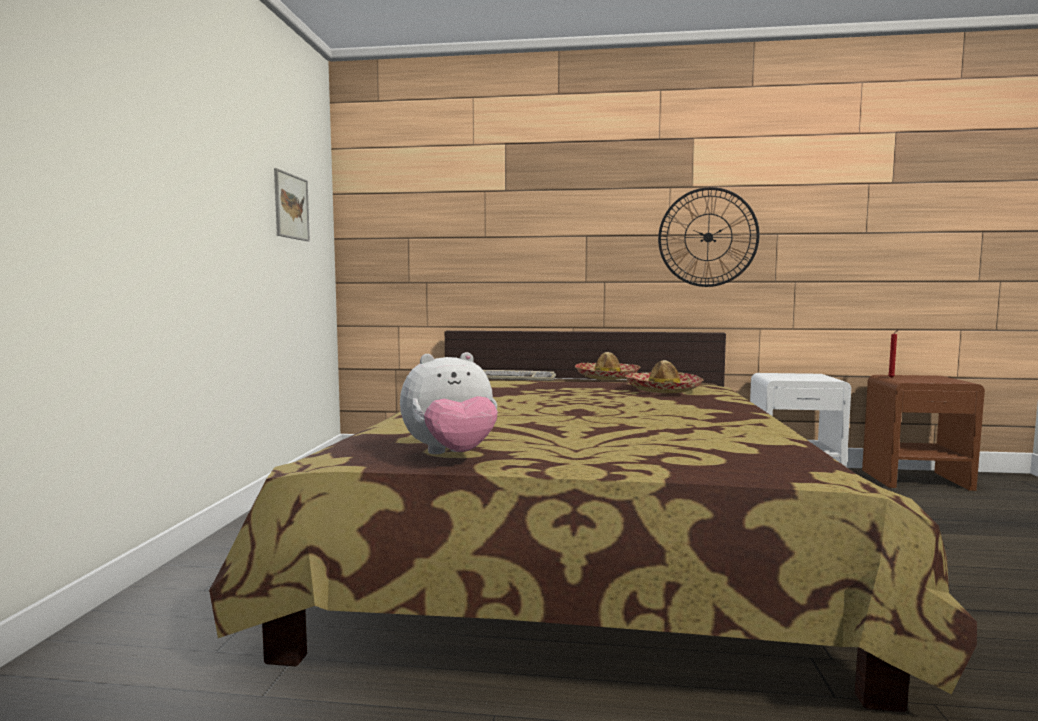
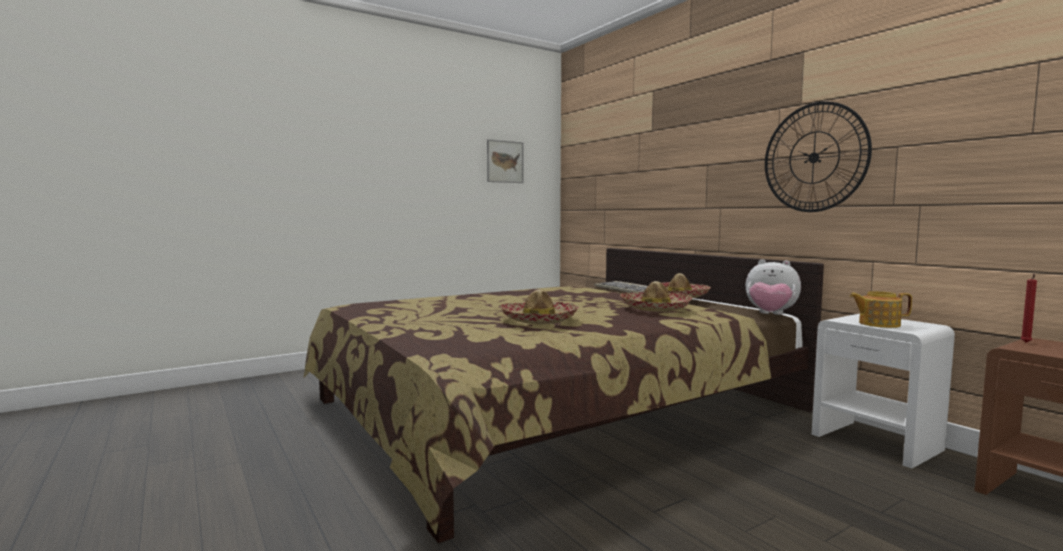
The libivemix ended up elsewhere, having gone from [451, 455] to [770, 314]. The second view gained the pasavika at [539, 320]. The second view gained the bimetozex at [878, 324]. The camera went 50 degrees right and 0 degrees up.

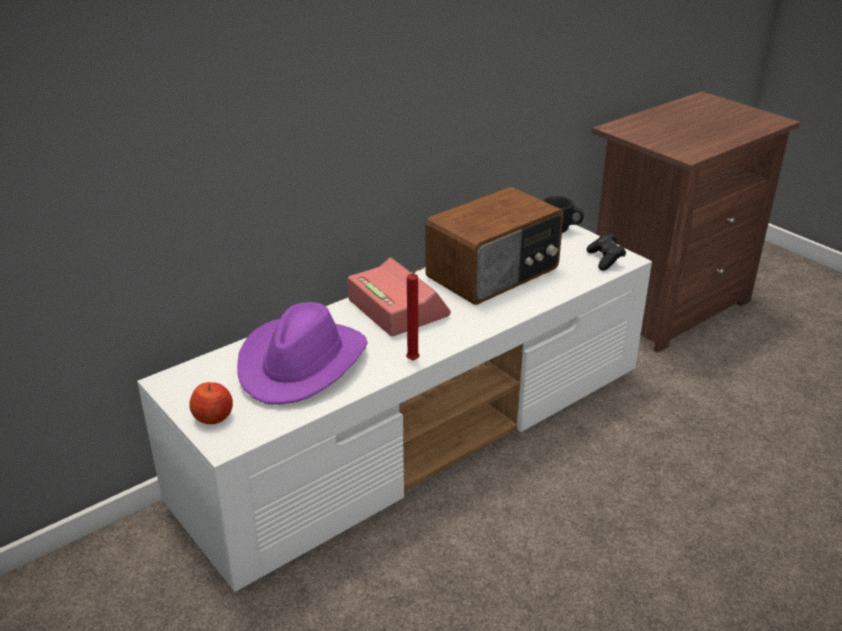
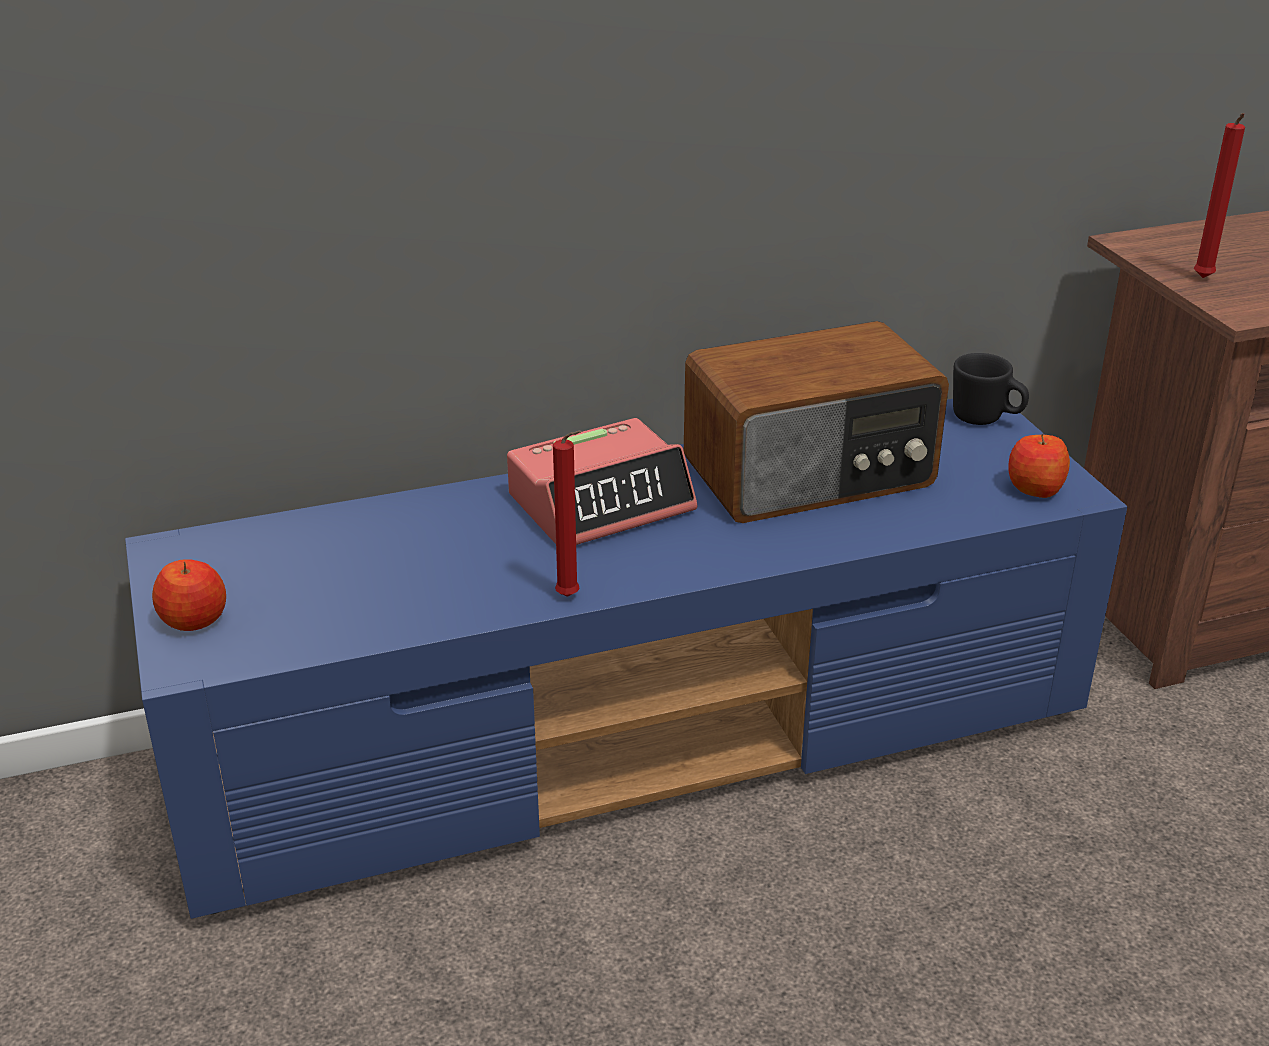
What was the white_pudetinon at [422, 433] turned into the blue_pudetinon at [639, 736]. Where the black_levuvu stood at [605, 260], the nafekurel came to stand at [1035, 488]. The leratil at [397, 308] ended up facing another way, 75 degrees clockwise from before. The second view lost the purple_pasavika at [302, 363]. The second view gained the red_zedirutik at [1203, 279]. The camera went 20 degrees right and 0 degrees up.

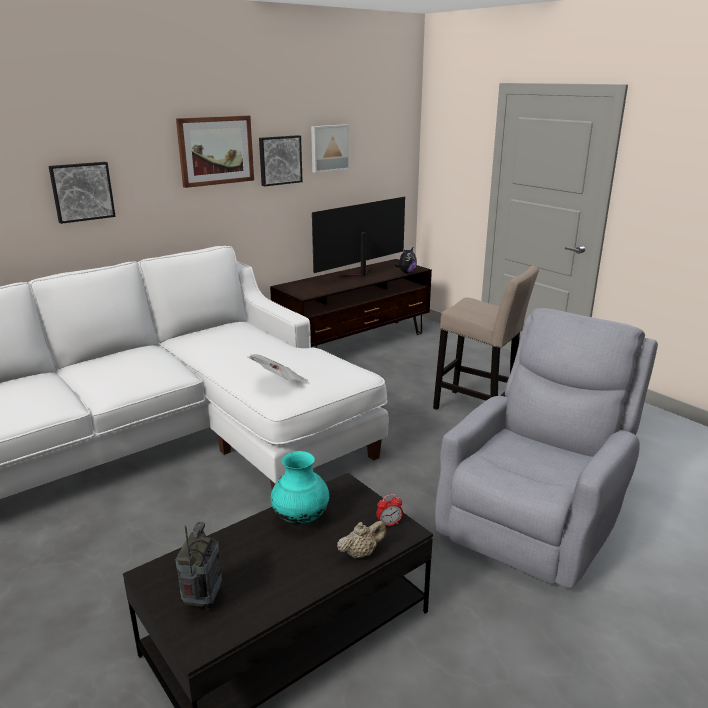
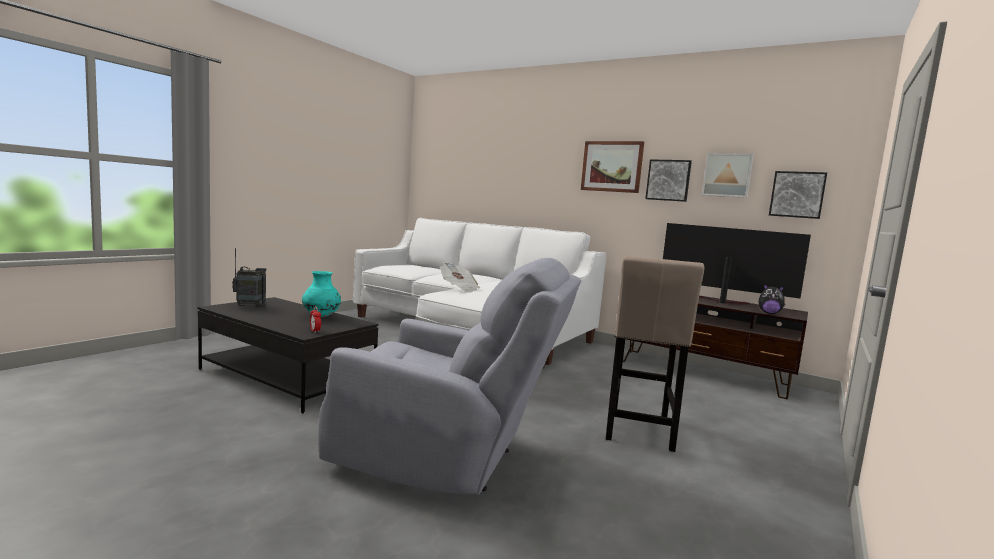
The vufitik ended up elsewhere, having gone from [82, 191] to [797, 194]. The second view lost the beige_bimetozex at [361, 553]. The camera went 70 degrees right and 15 degrees down.

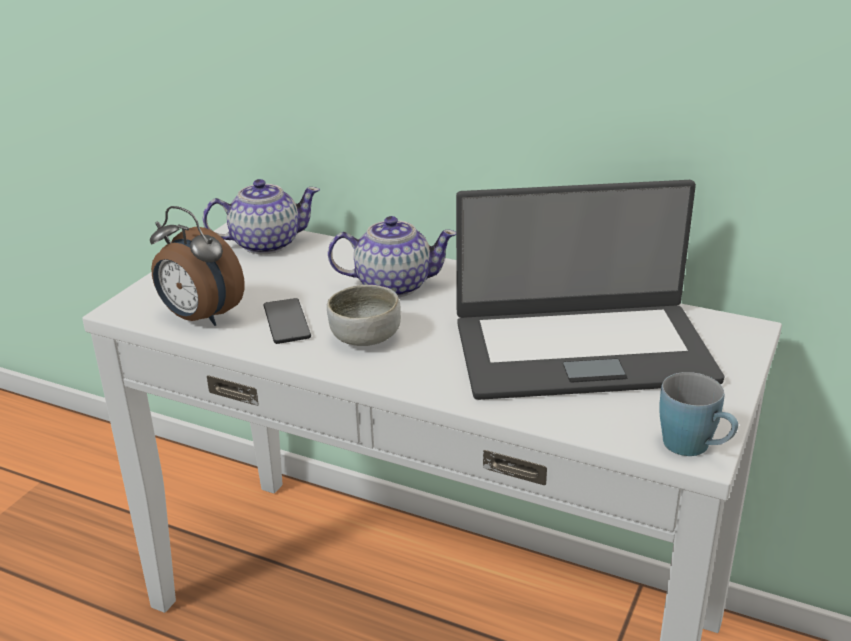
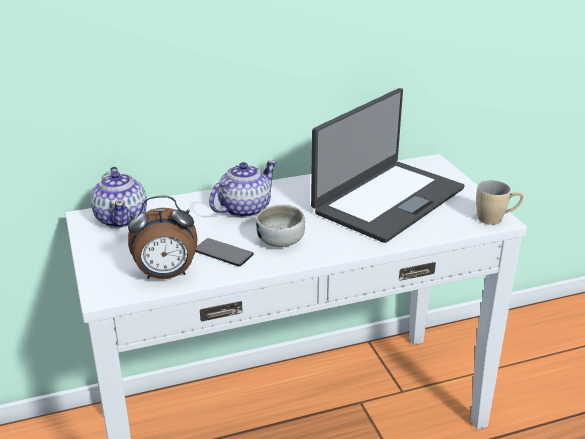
The bimetozex at [265, 244] ended up facing another way, 135 degrees clockwise from before. What was the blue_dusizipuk at [695, 448] turned into the beige_dusizipuk at [496, 219]. The camera went 45 degrees left and 0 degrees up.

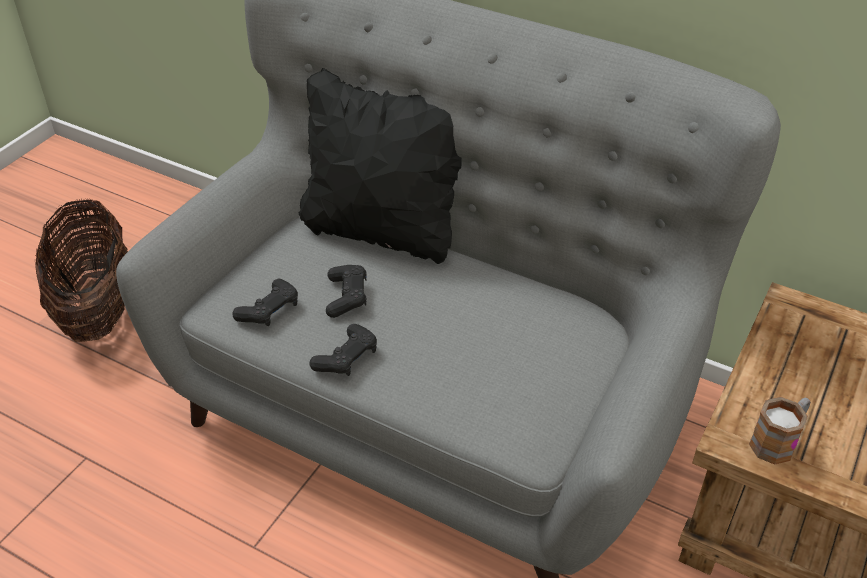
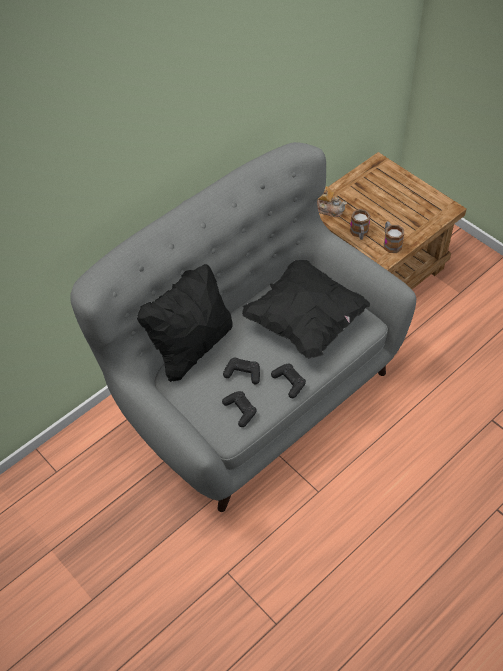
The second view lost the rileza at [97, 308]. The second view gained the bimetozex at [329, 209]. The second view gained the dusizipuk at [359, 233]. The second view gained the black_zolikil at [305, 322]. The camera went 70 degrees left and 10 degrees up.

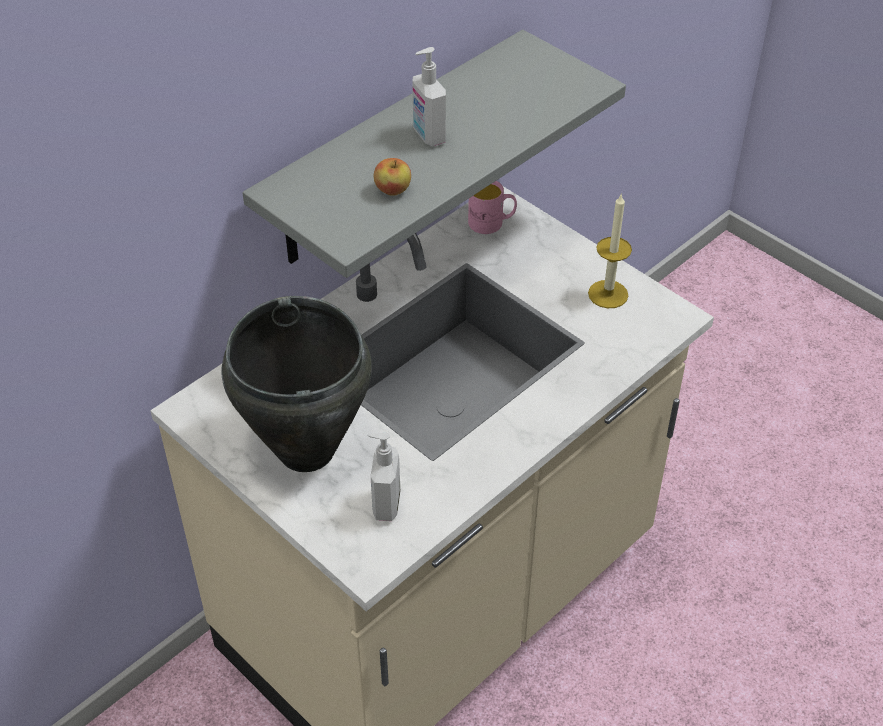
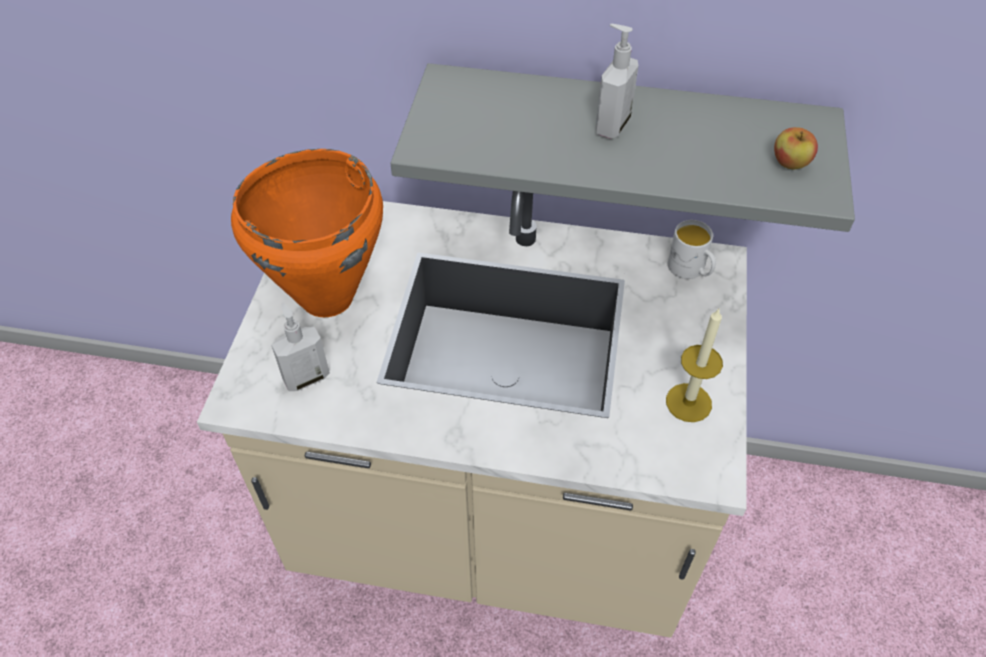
The nafekurel ended up elsewhere, having gone from [393, 190] to [790, 163]. What was the pink_dusizipuk at [492, 223] turned into the white_dusizipuk at [690, 270]. What was the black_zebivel at [305, 451] turned into the orange_zebivel at [325, 297]. The camera went 55 degrees right and 5 degrees up.

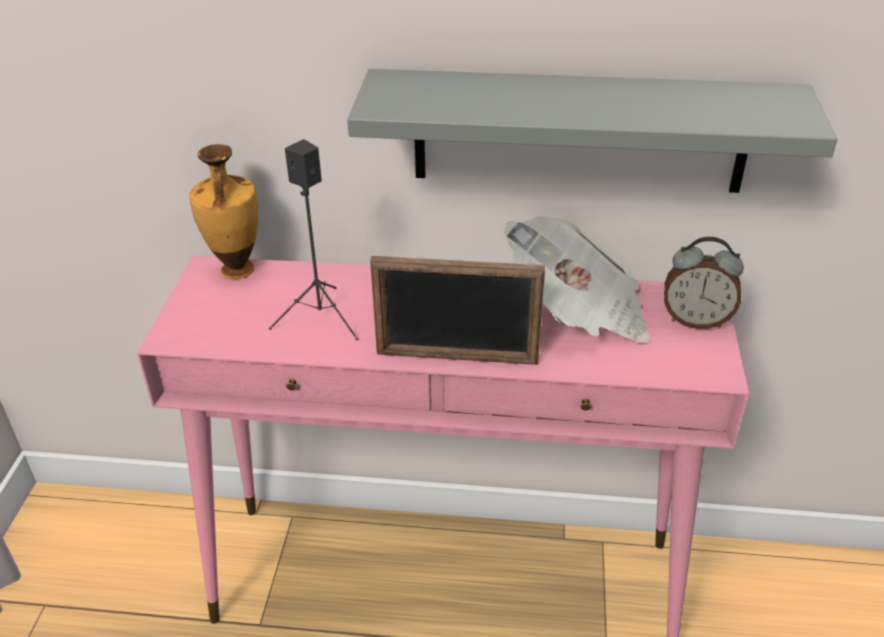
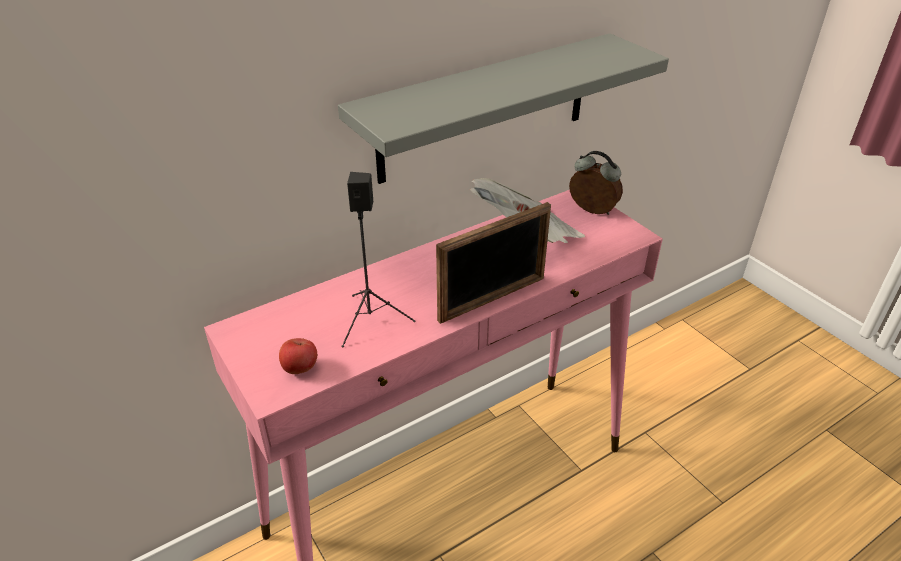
The second view lost the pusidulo at [236, 271]. The leratil at [695, 320] ended up facing another way, 120 degrees counterclockwise from before. The second view gained the nafekurel at [300, 368]. The camera went 40 degrees left and 0 degrees up.

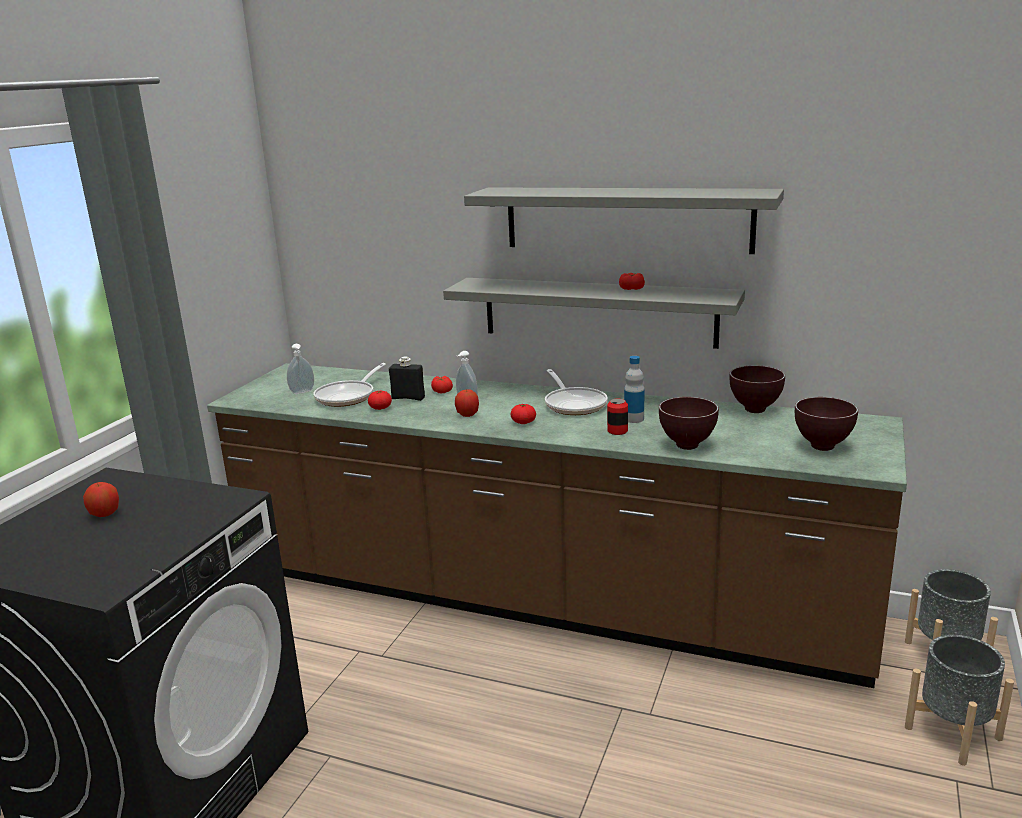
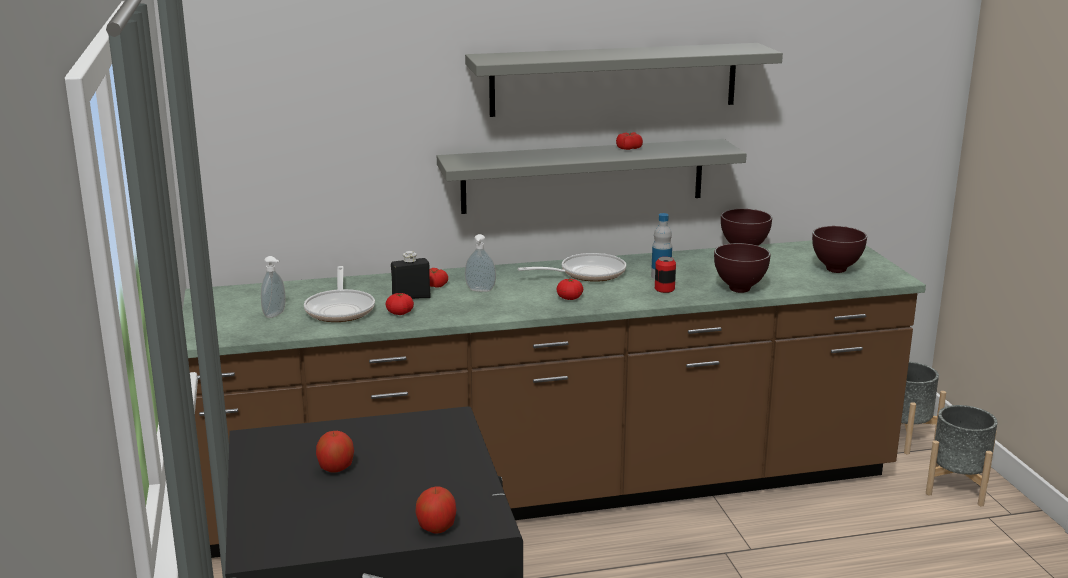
The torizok at [574, 404] ended up facing another way, 60 degrees counterclockwise from before. The nafekurel ended up elsewhere, having gone from [467, 414] to [437, 528]. The camera went 35 degrees left and 0 degrees up.

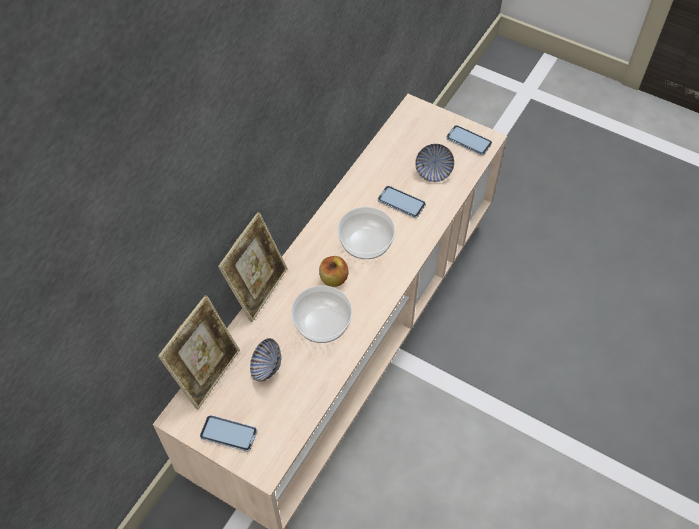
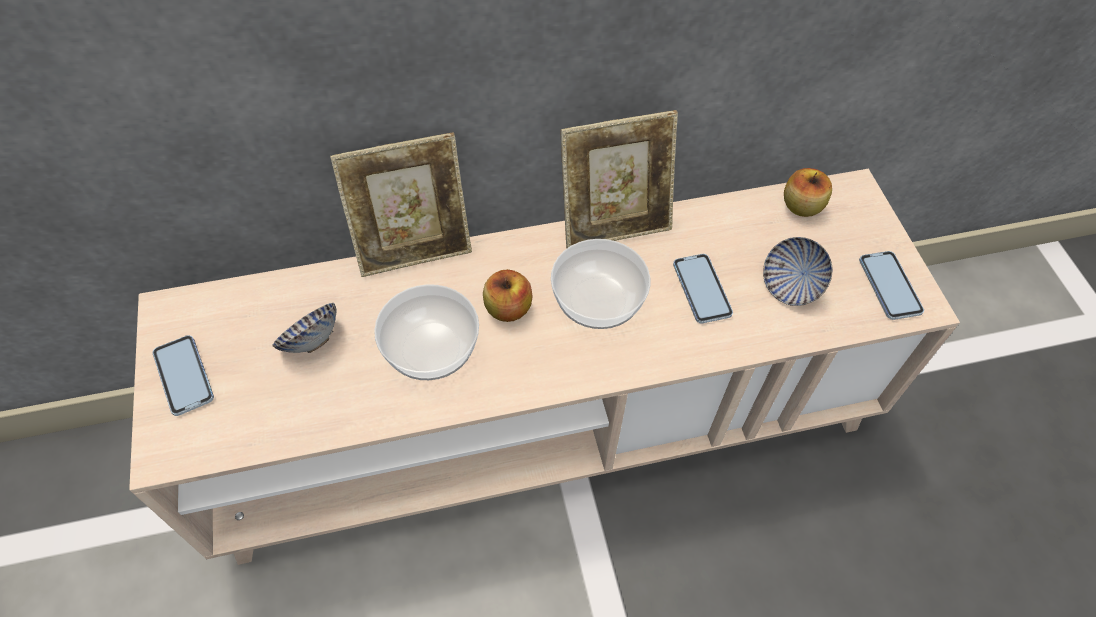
The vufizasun ended up elsewhere, having gone from [207, 372] to [614, 224]. The second view gained the nafekurel at [801, 206]. The camera went 45 degrees right and 0 degrees up.

